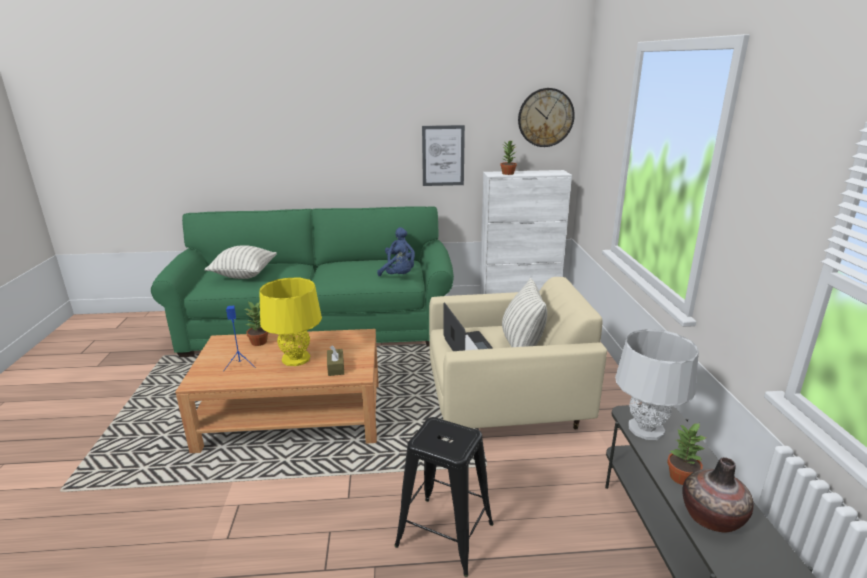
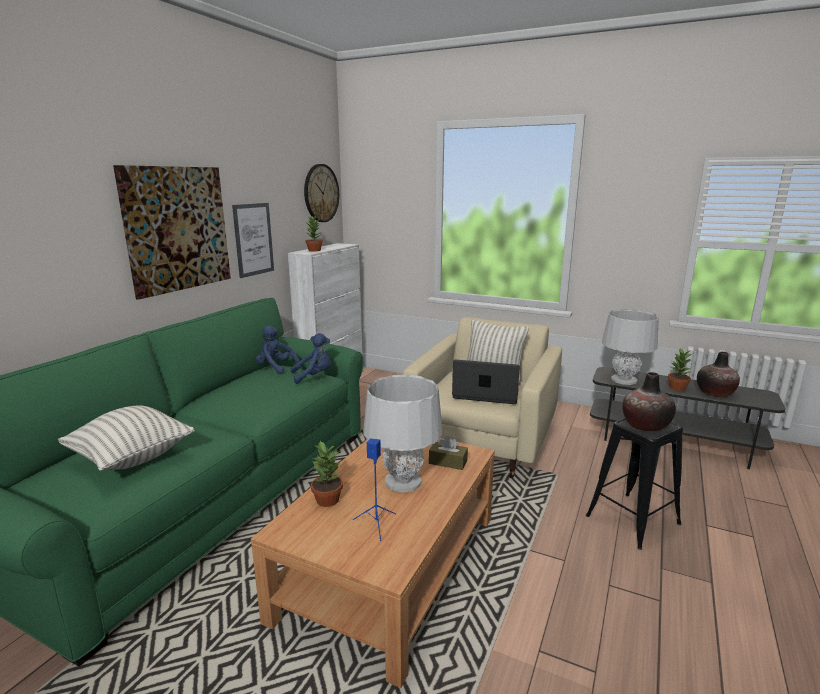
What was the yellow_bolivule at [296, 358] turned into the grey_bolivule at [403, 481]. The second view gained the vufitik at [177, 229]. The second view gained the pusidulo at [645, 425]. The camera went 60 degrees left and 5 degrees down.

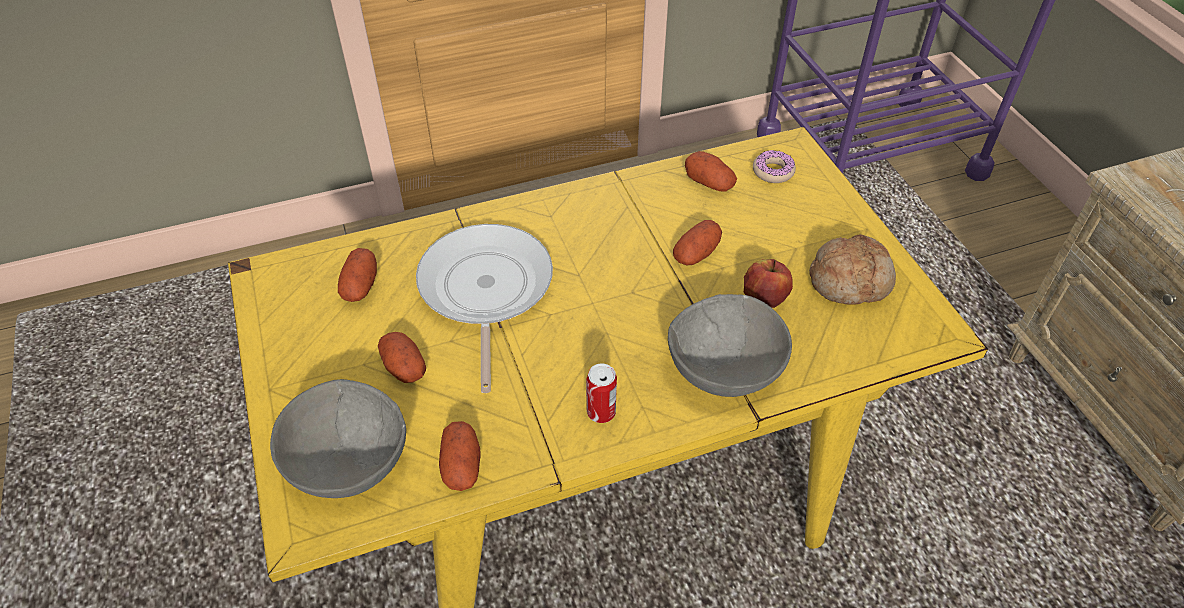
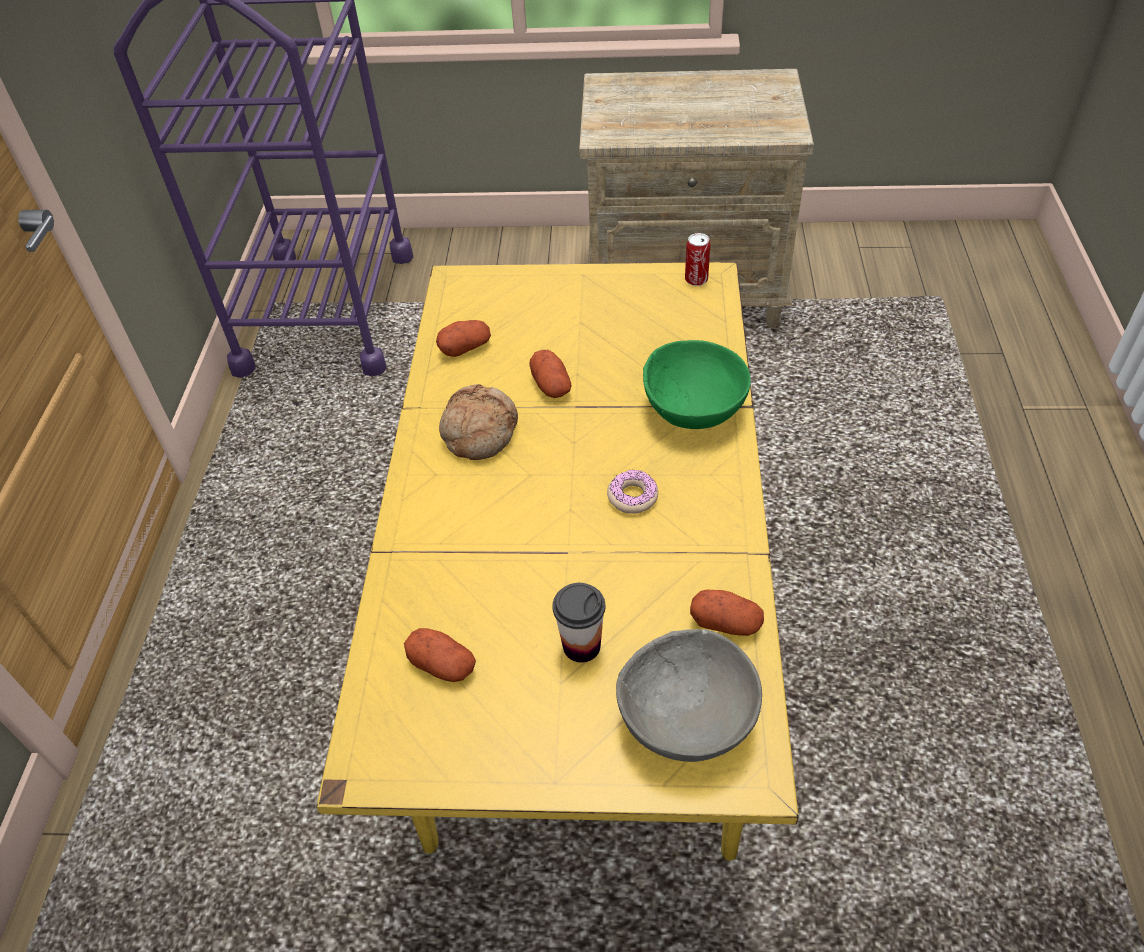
The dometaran ended up elsewhere, having gone from [773, 171] to [632, 496]. The second view lost the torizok at [485, 291]. The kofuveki ended up elsewhere, having gone from [850, 280] to [478, 432]. The second view lost the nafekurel at [763, 298]. What was the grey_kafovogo at [723, 370] turned into the green_kafovogo at [694, 411]. Where the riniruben stood at [403, 367], the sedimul came to stand at [581, 646]. The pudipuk ended up elsewhere, having gone from [601, 412] to [696, 279]. The camera went 65 degrees left and 0 degrees up.

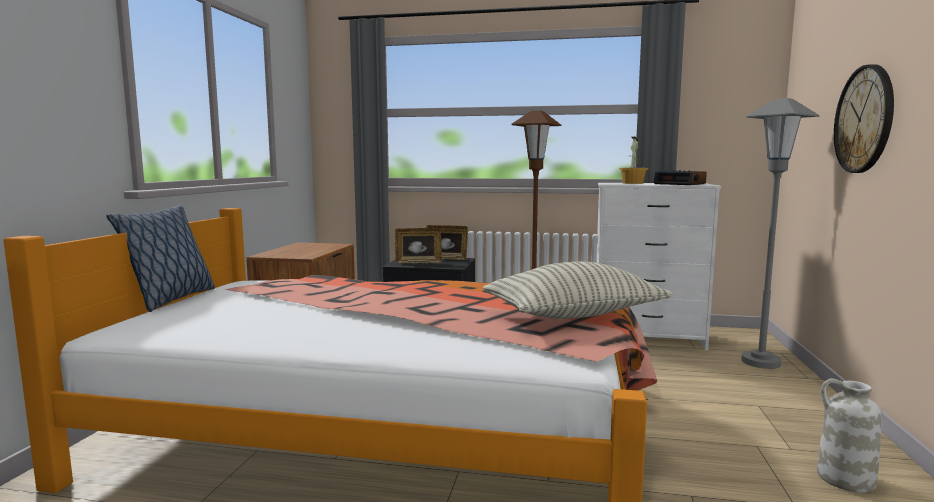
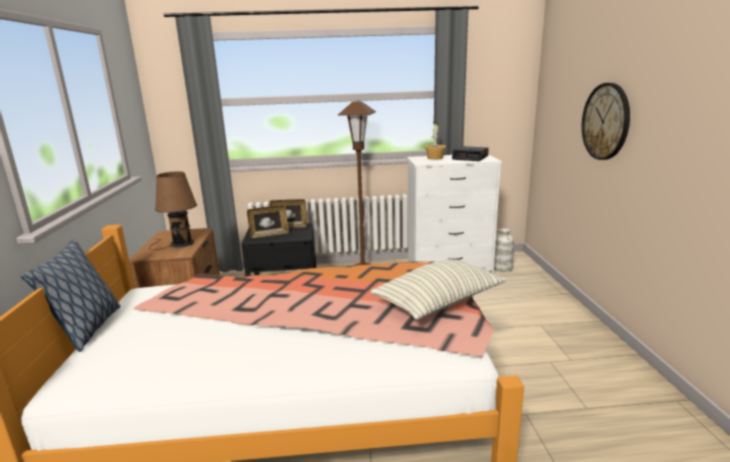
The second view lost the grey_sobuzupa at [761, 362]. The white_pusidulo ended up elsewhere, having gone from [844, 479] to [501, 268]. The second view gained the brown_bolivule at [179, 243]. The camera went 15 degrees left and 10 degrees up.

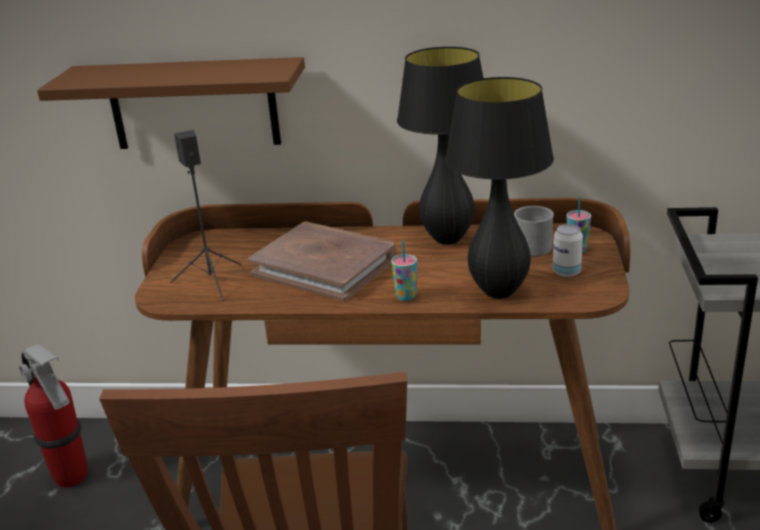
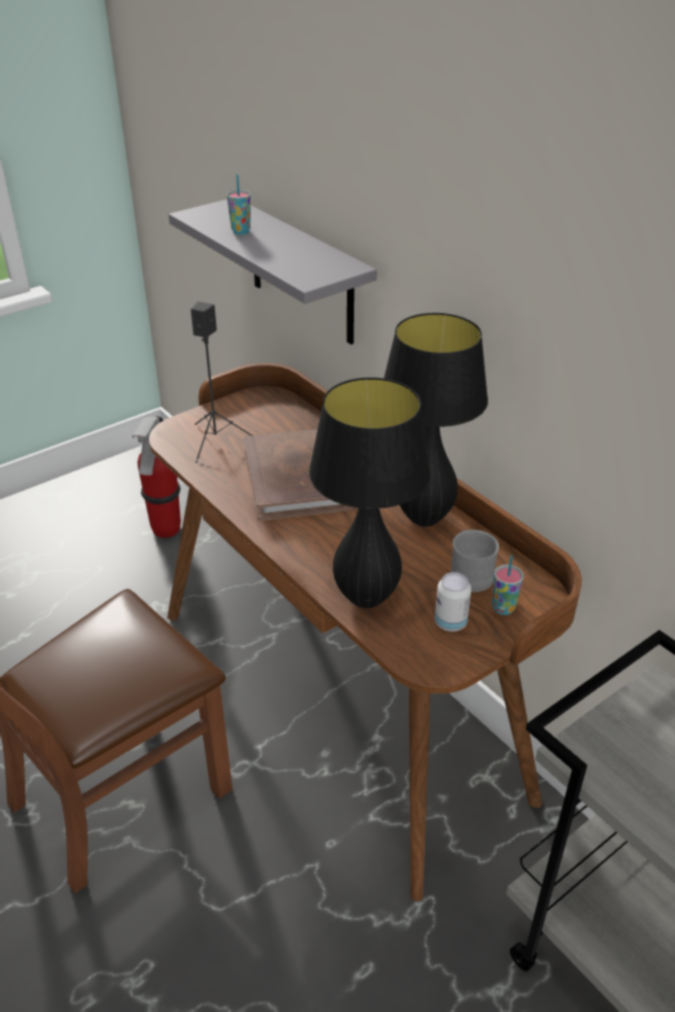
What was the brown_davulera at [193, 104] turned into the grey_davulera at [301, 272]. The sedimul ended up elsewhere, having gone from [406, 296] to [241, 231]. The camera went 45 degrees right and 10 degrees up.

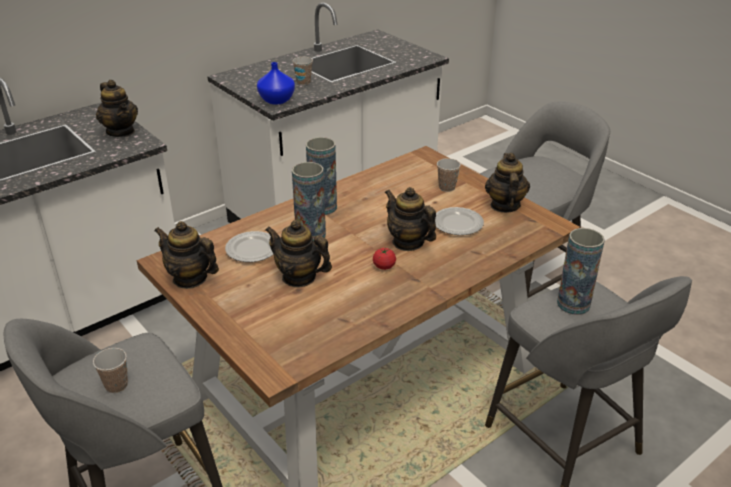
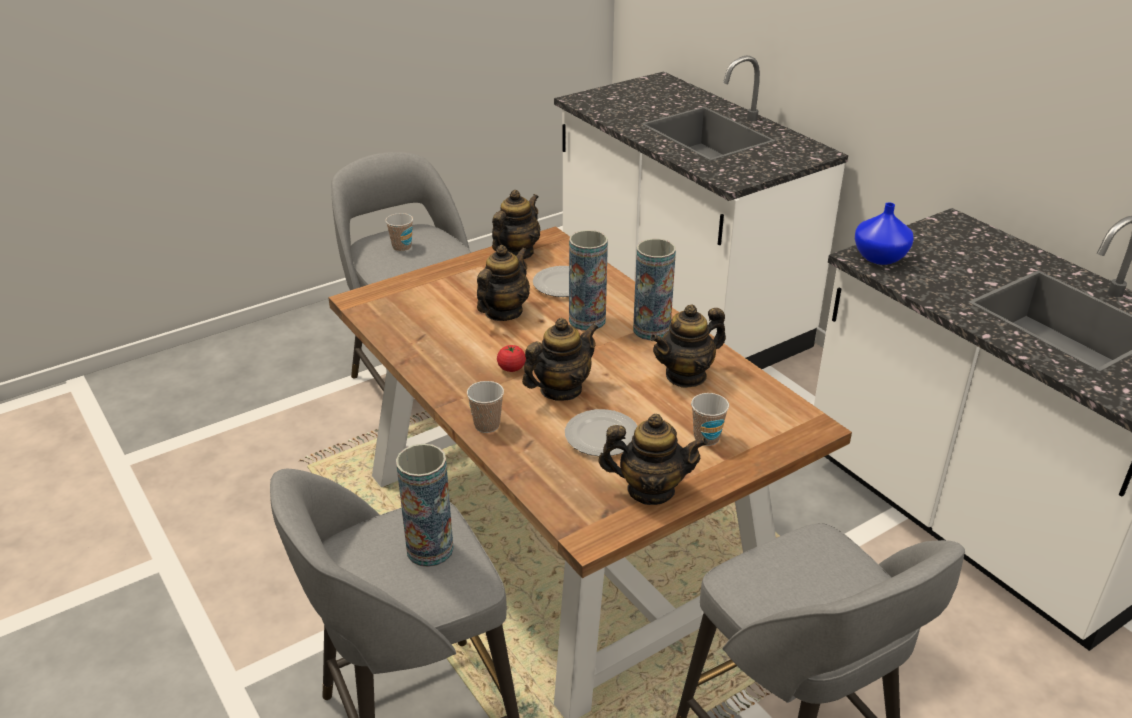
The sedimul ended up elsewhere, having gone from [303, 82] to [487, 425]. The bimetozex ended up elsewhere, having gone from [121, 131] to [686, 375]. The camera went 95 degrees right and 0 degrees up.

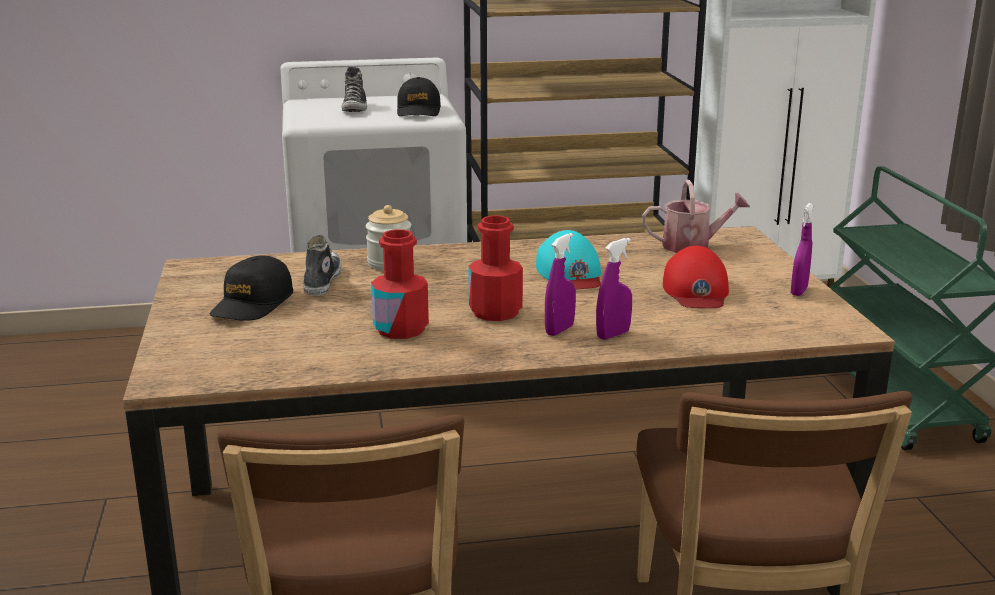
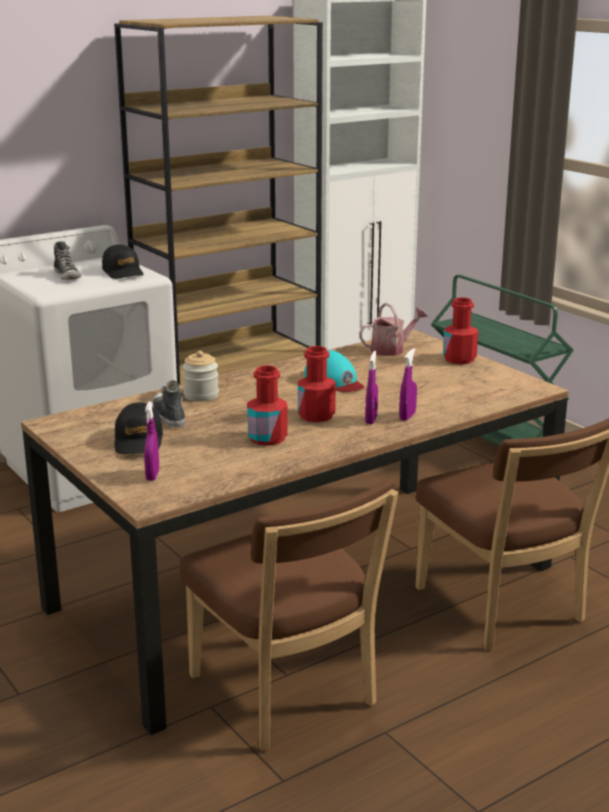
The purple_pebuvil ended up elsewhere, having gone from [799, 291] to [152, 475]. The second view lost the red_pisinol at [696, 291]. The second view gained the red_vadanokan at [459, 359]. The camera went 25 degrees left and 0 degrees up.

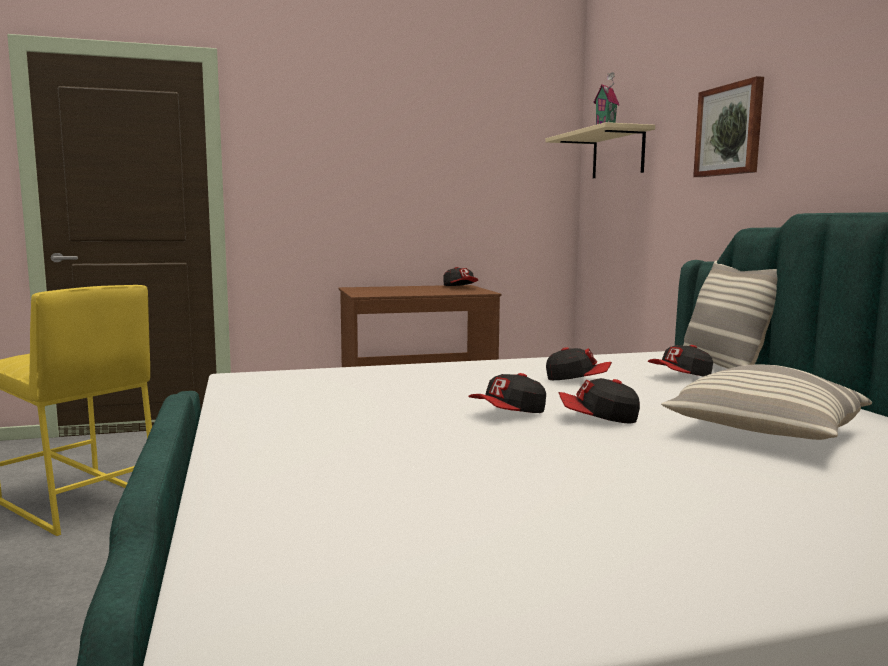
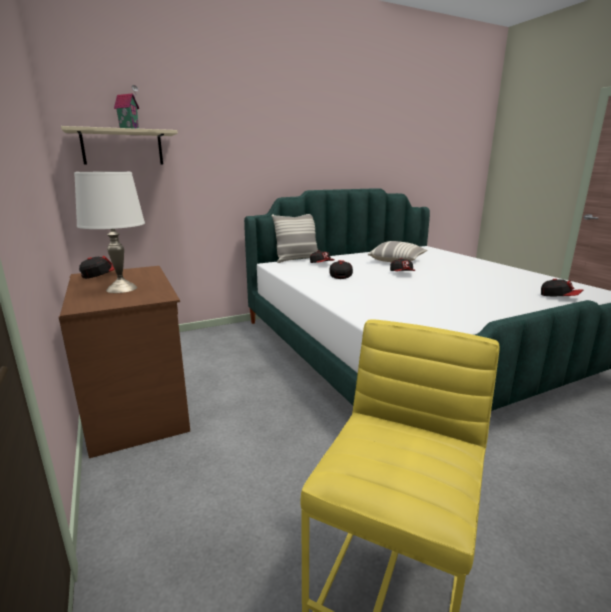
The second view lost the vufitik at [730, 130]. The pisinol ended up elsewhere, having gone from [509, 413] to [559, 297]. The second view gained the white_bolivule at [121, 289]. The camera went 100 degrees left and 10 degrees up.

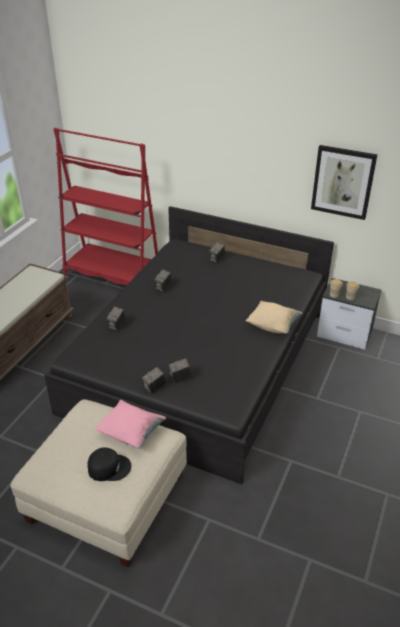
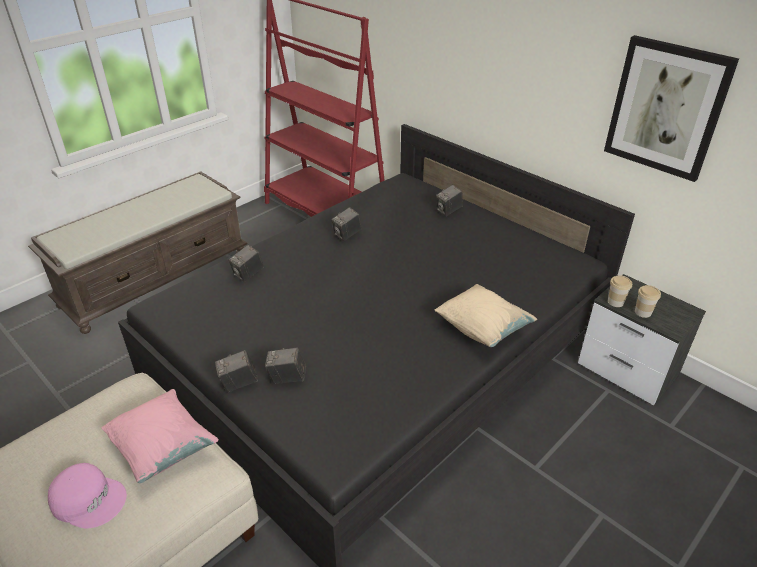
What was the black_pisinol at [109, 467] turned into the pink_pisinol at [89, 499]. The camera went 20 degrees right and 0 degrees up.

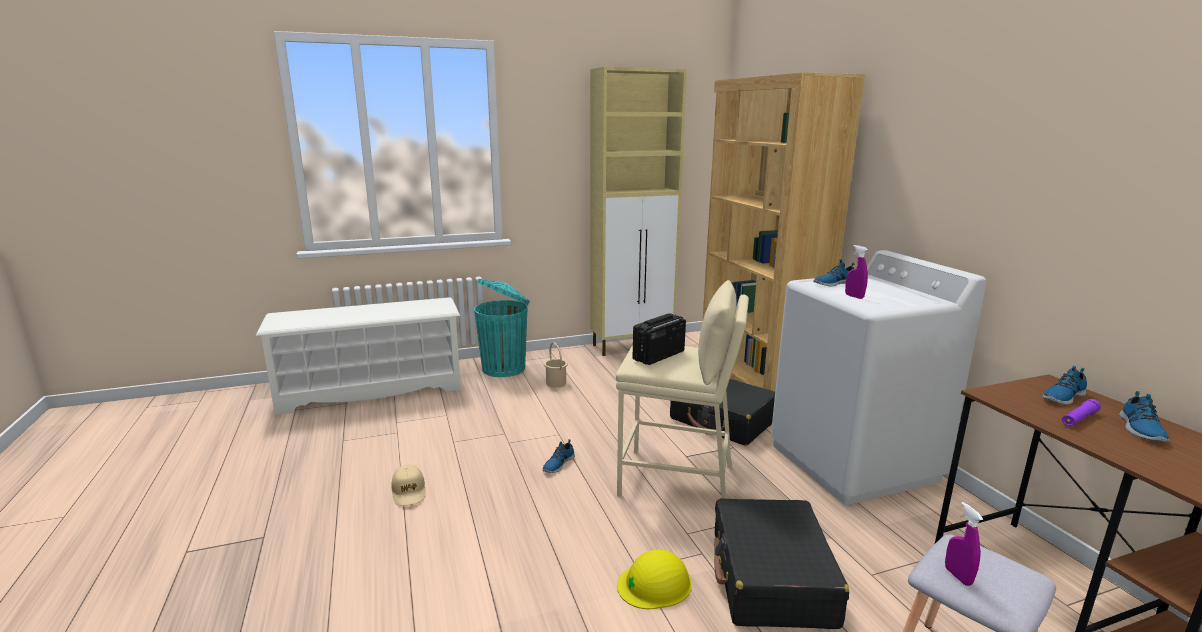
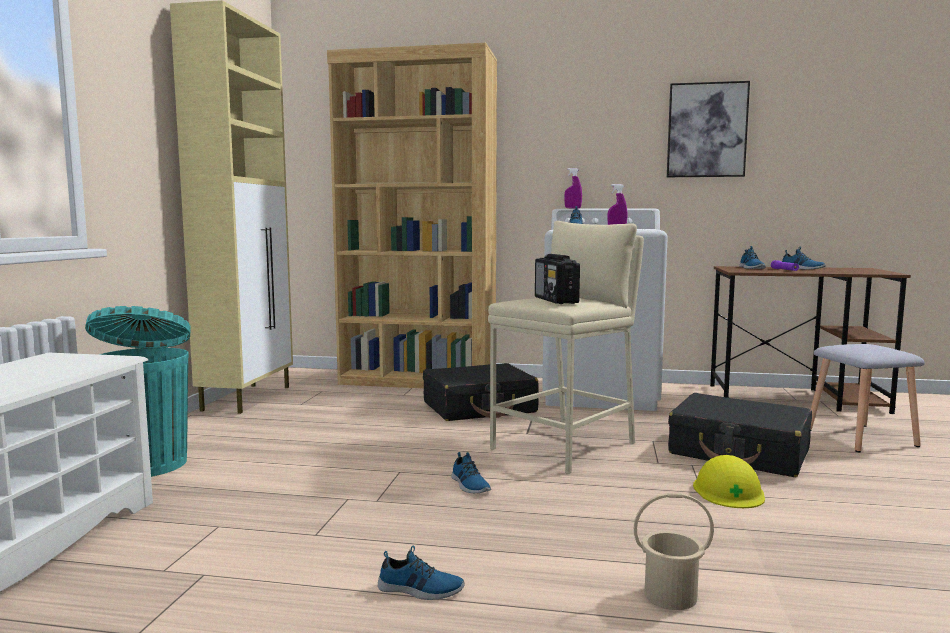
The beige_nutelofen ended up elsewhere, having gone from [555, 383] to [671, 596]. Where the beige_pisinol stood at [409, 491], the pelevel came to stand at [420, 590]. The purple_pebuvil ended up elsewhere, having gone from [958, 576] to [573, 208]. The second view gained the vufitik at [707, 130]. The camera went 60 degrees left and 10 degrees down.

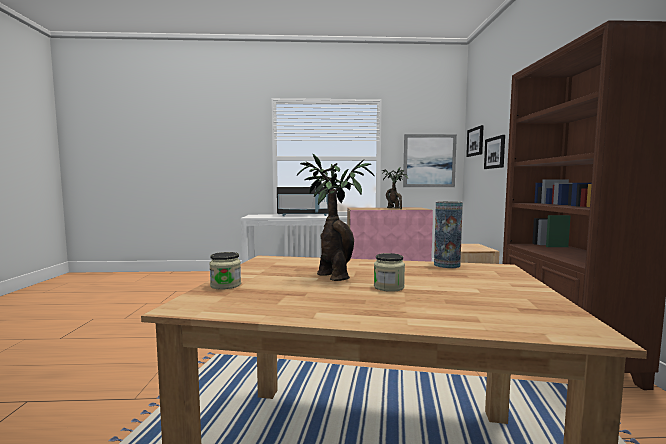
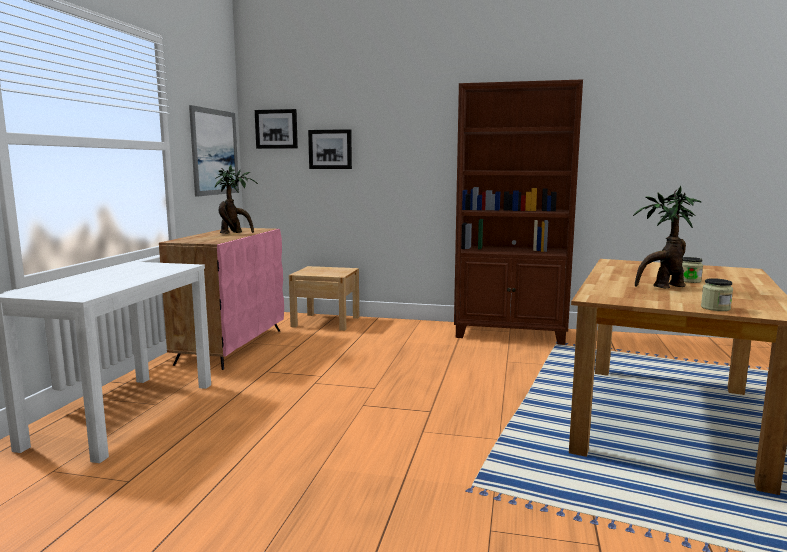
The second view lost the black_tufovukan at [303, 215]. The second view lost the pusidulo at [447, 265]. The camera went 75 degrees left and 5 degrees up.

